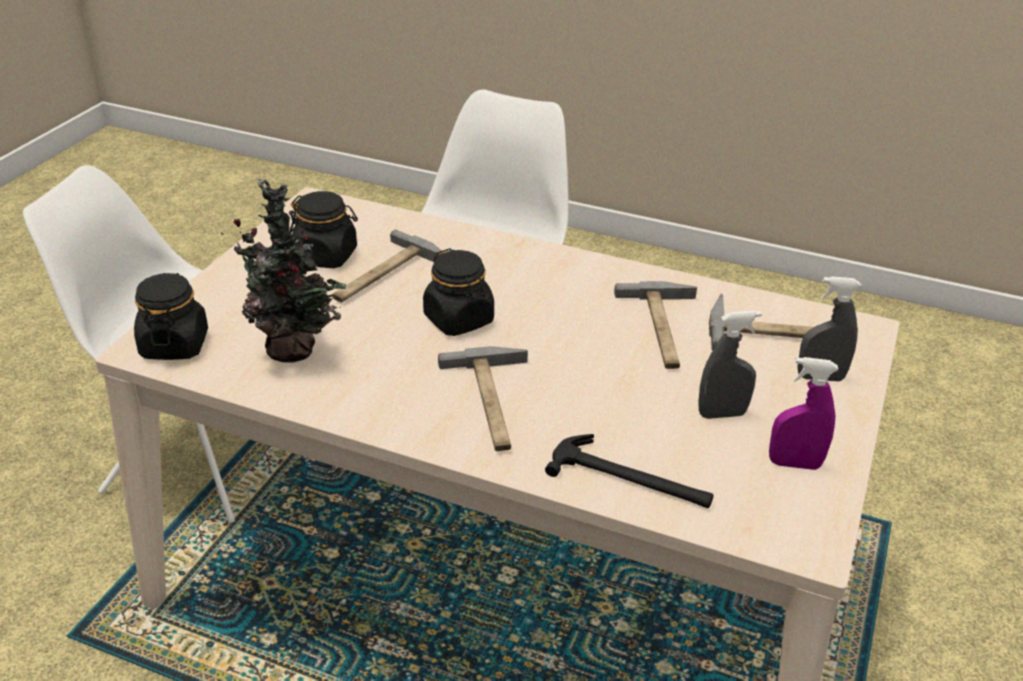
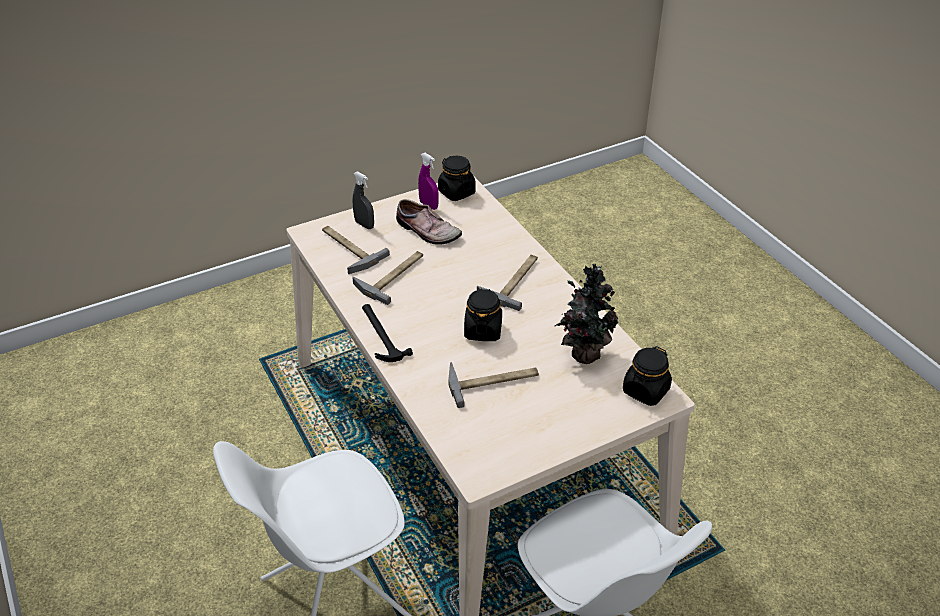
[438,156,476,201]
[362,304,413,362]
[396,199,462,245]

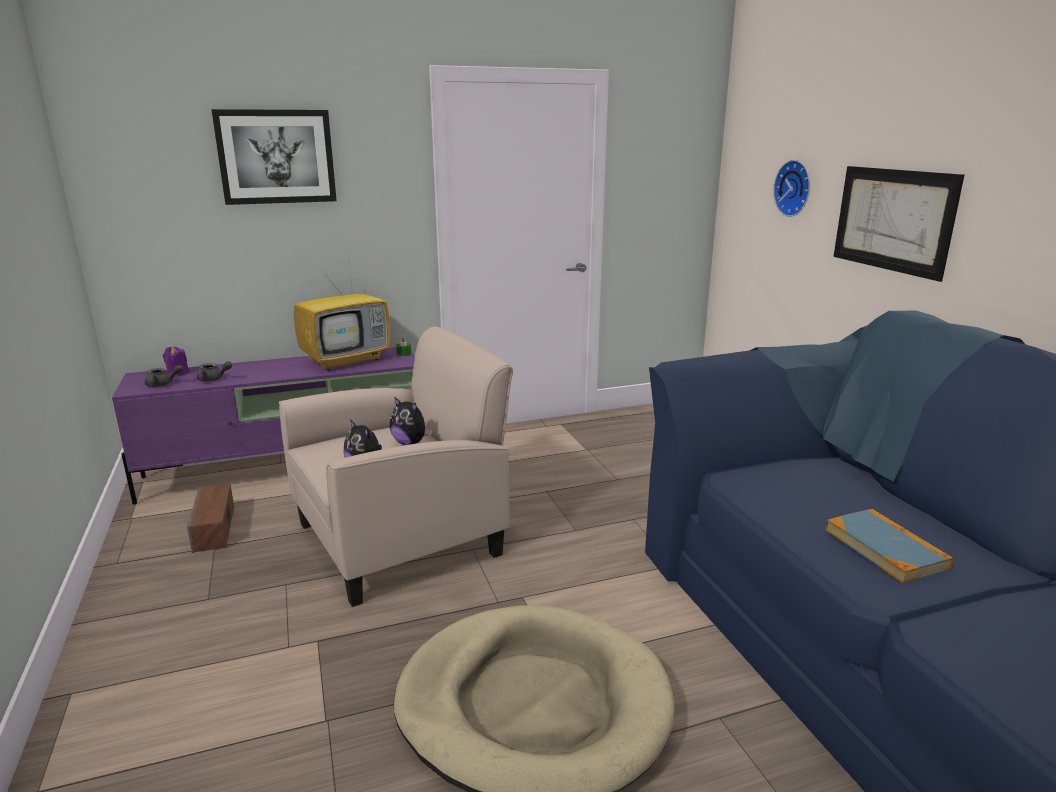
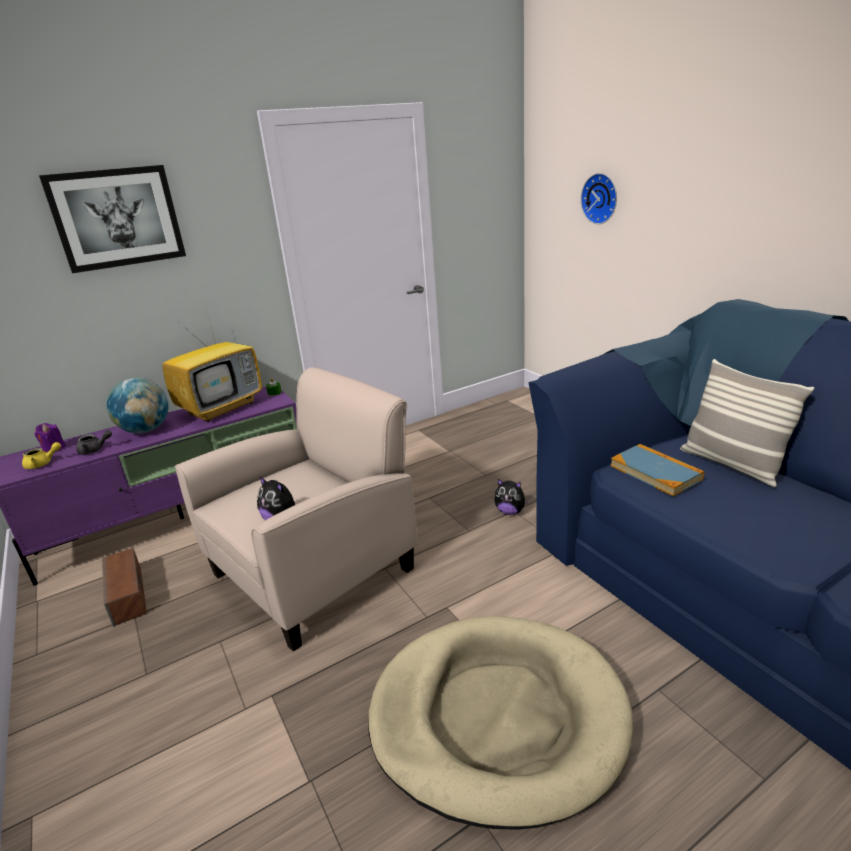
[833,166,964,282] (first image)
[106,378,169,433]
[680,359,814,487]
[494,479,530,515]
[610,444,704,496]
[22,442,61,469]

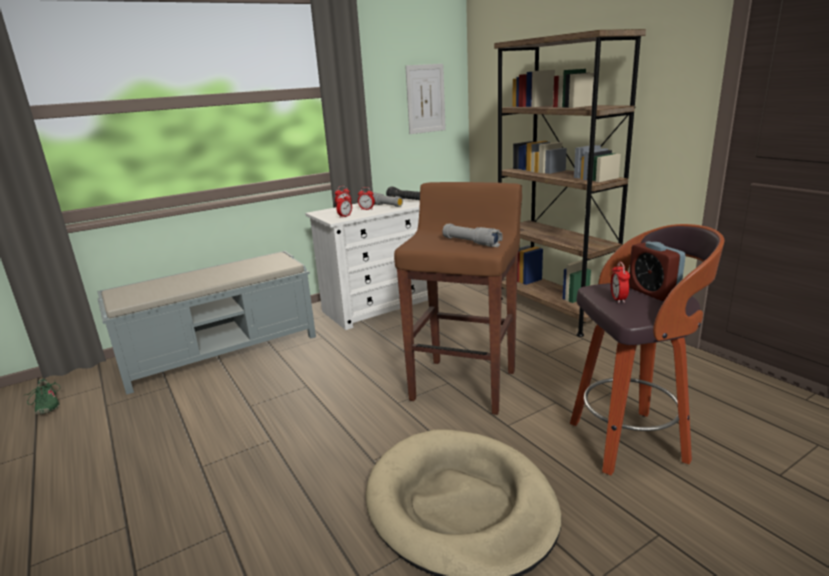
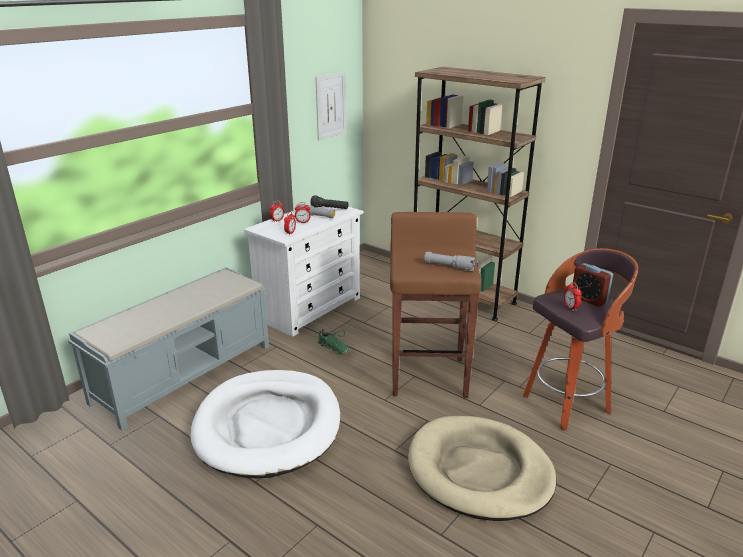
[190,370,340,478]
[318,329,351,355]

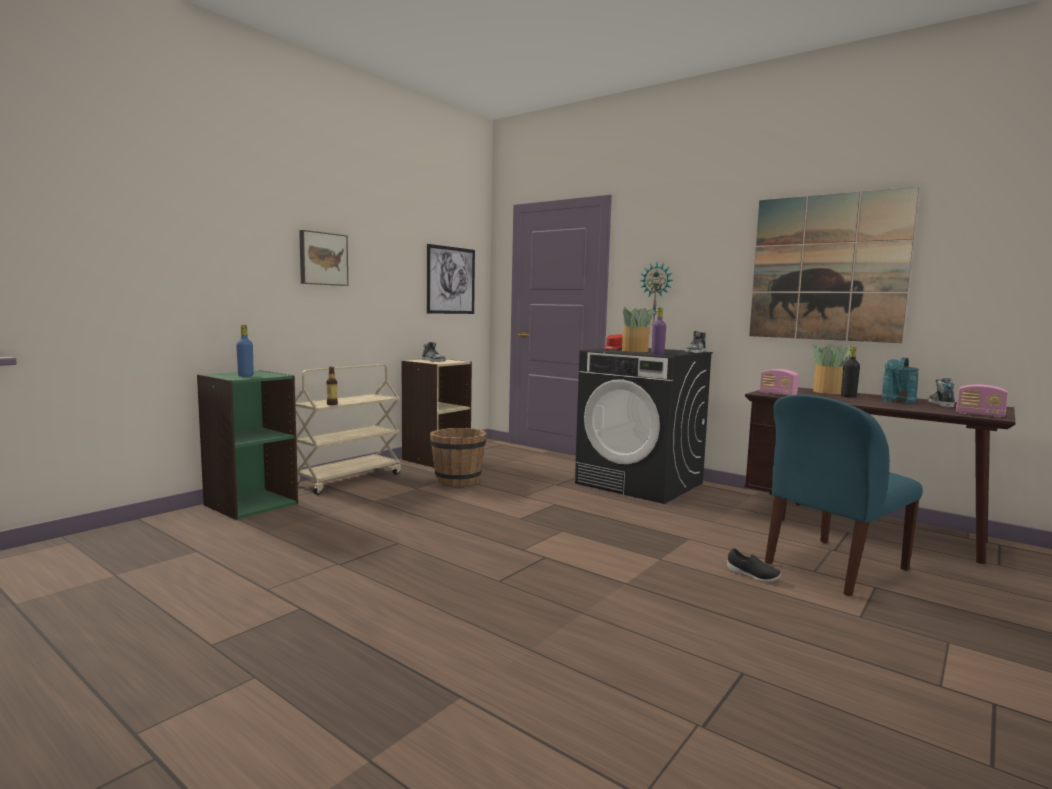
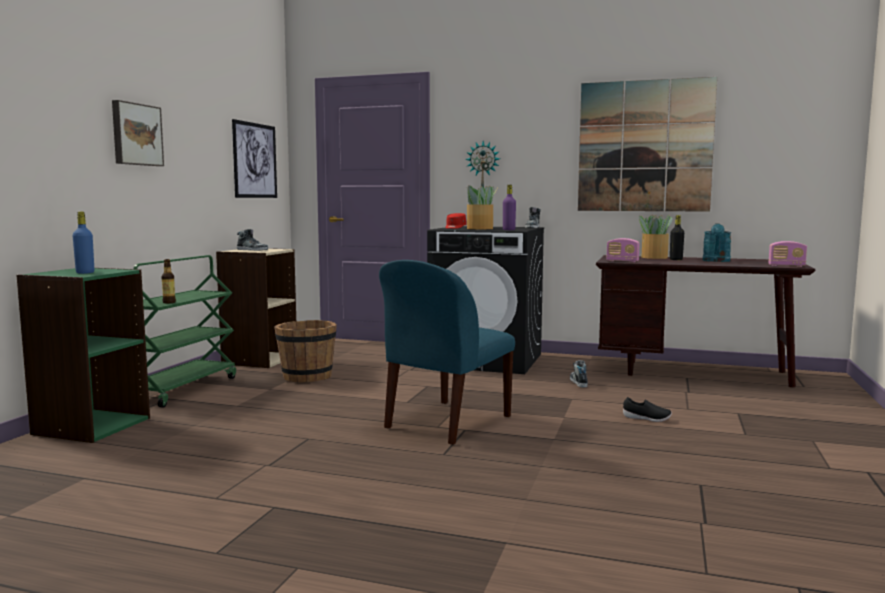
[379,260,515,445]
[570,360,588,388]
[134,255,236,408]

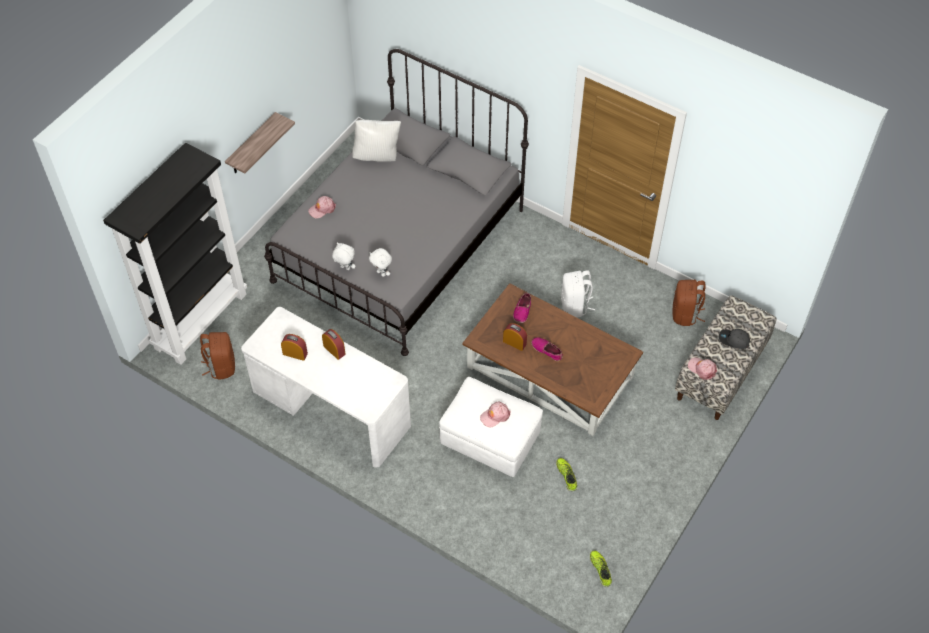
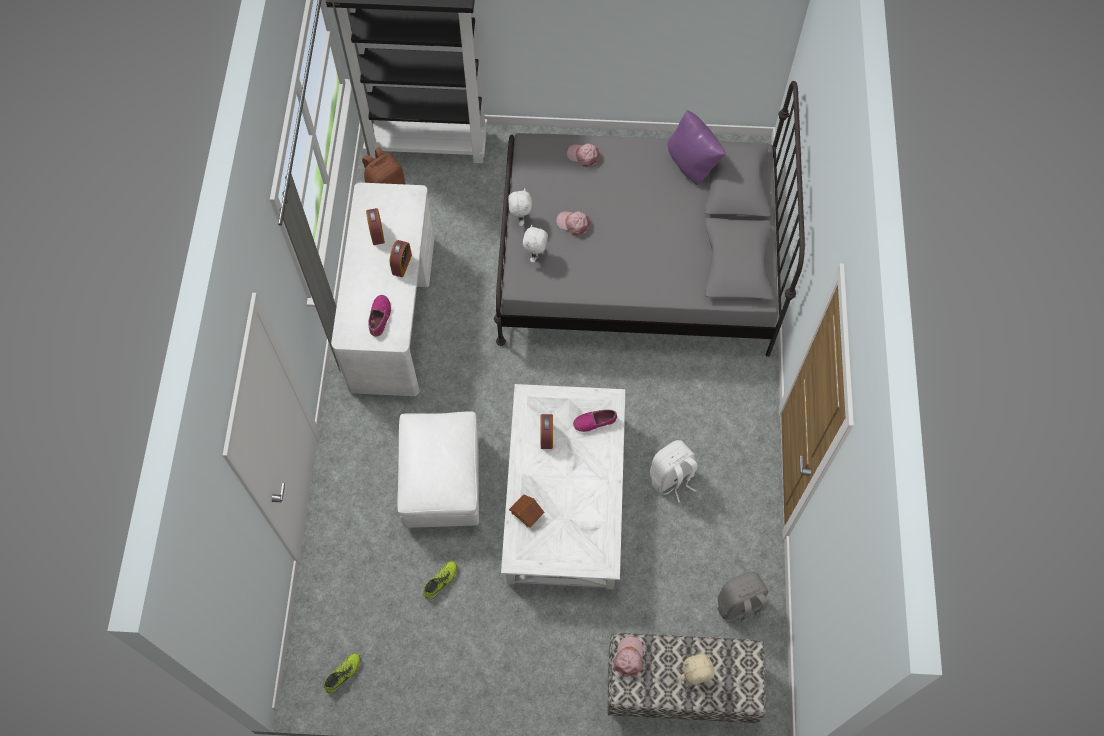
[225,112,295,173] (first image)
[509,494,545,528]
[556,211,590,236]
[368,295,391,337]
[680,654,714,685]
[667,110,726,185]
[501,384,625,590]
[718,572,769,634]

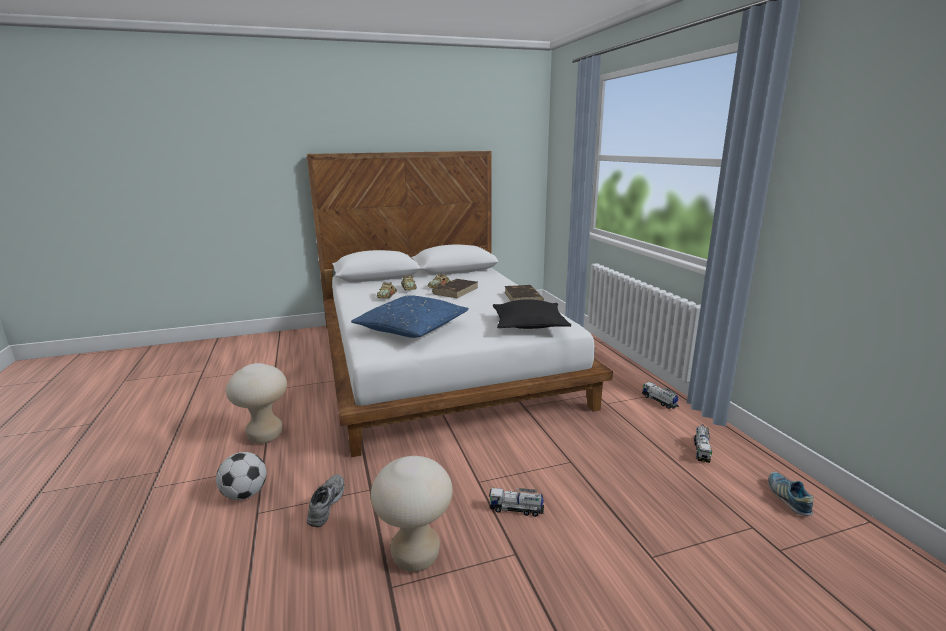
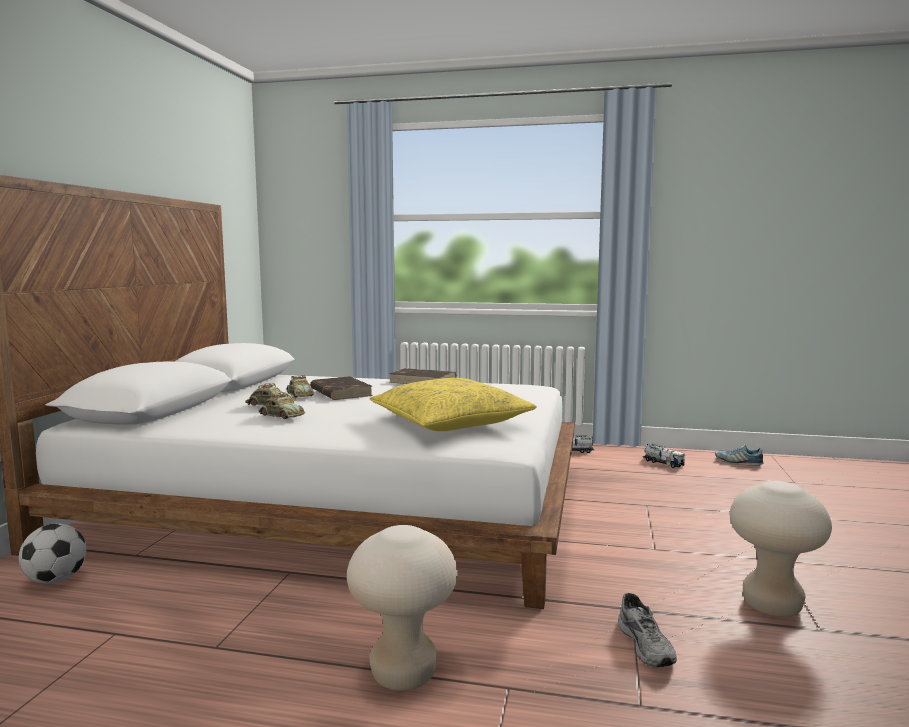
[489,488,544,517] (first image)
[493,299,571,329] (first image)
[19,523,86,584]
[370,378,537,431]
[618,593,677,667]

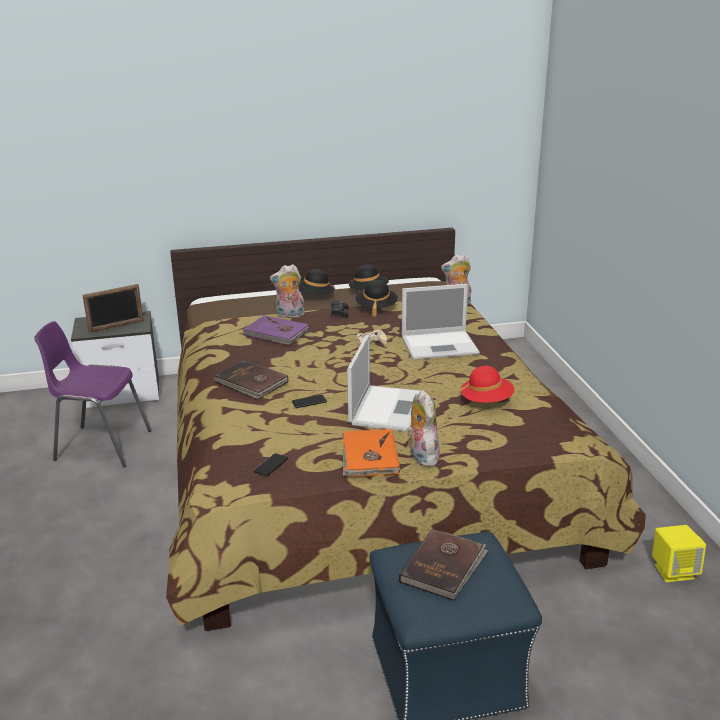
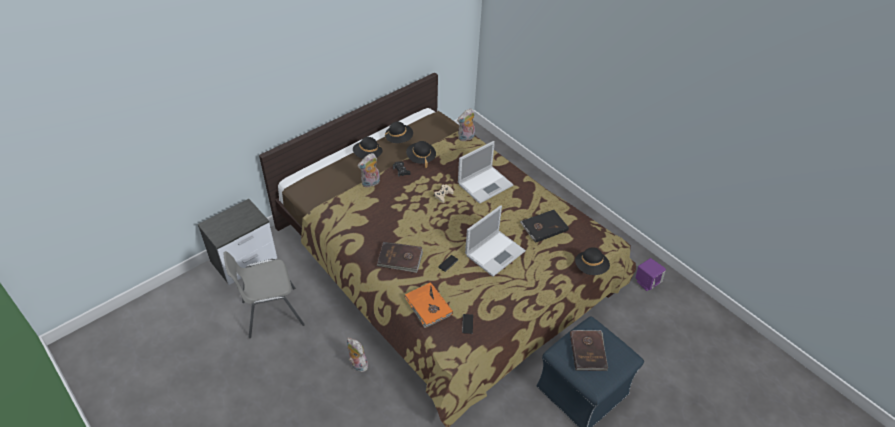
[82,284,144,333] (first image)
[242,315,309,345] (first image)
[575,247,610,275]
[404,282,453,328]
[347,338,368,372]
[520,210,569,243]
[223,251,305,338]
[635,258,666,291]
[465,205,526,277]

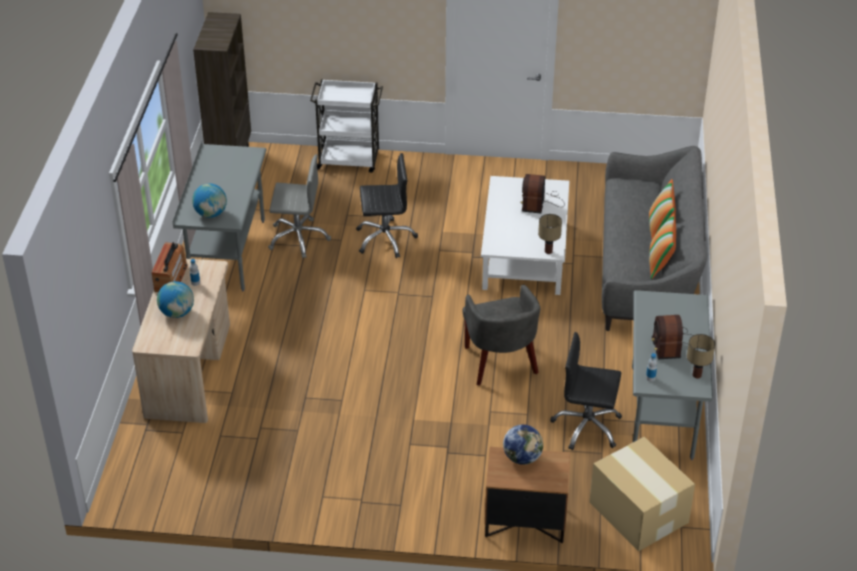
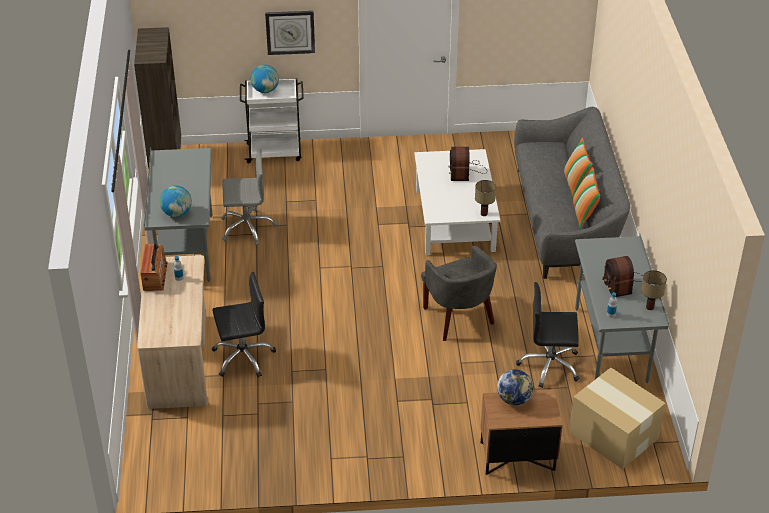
[265,11,315,55]
[251,65,279,93]
[212,272,276,377]

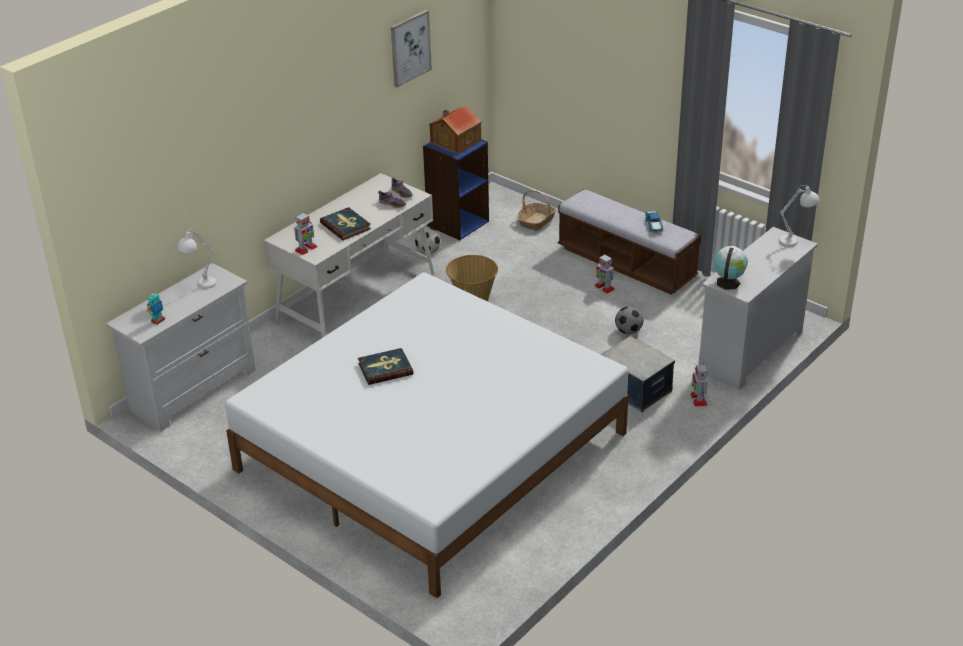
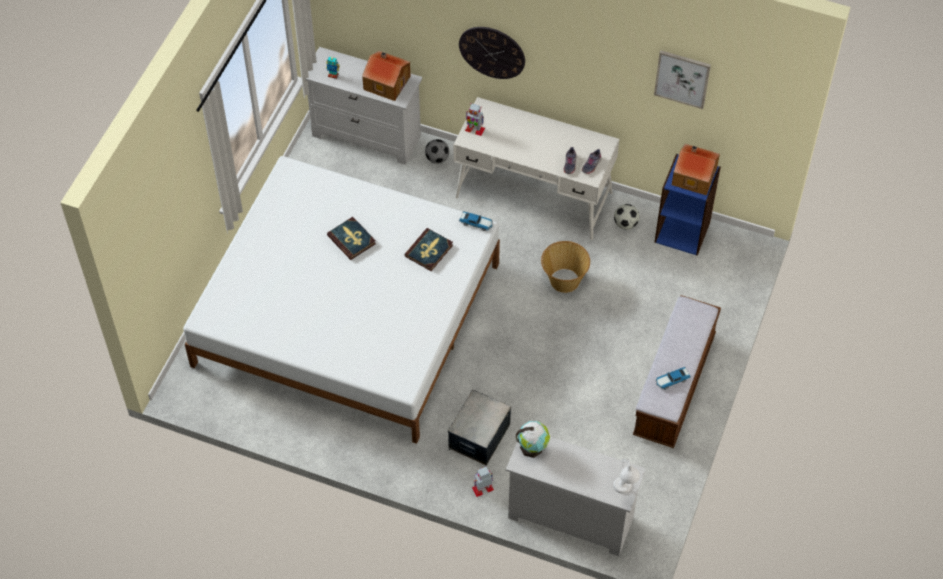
[517,190,557,231] (first image)
[594,254,615,294] (first image)
[459,27,525,79]
[459,211,493,231]
[405,228,453,271]
[425,139,449,164]
[362,51,410,101]

